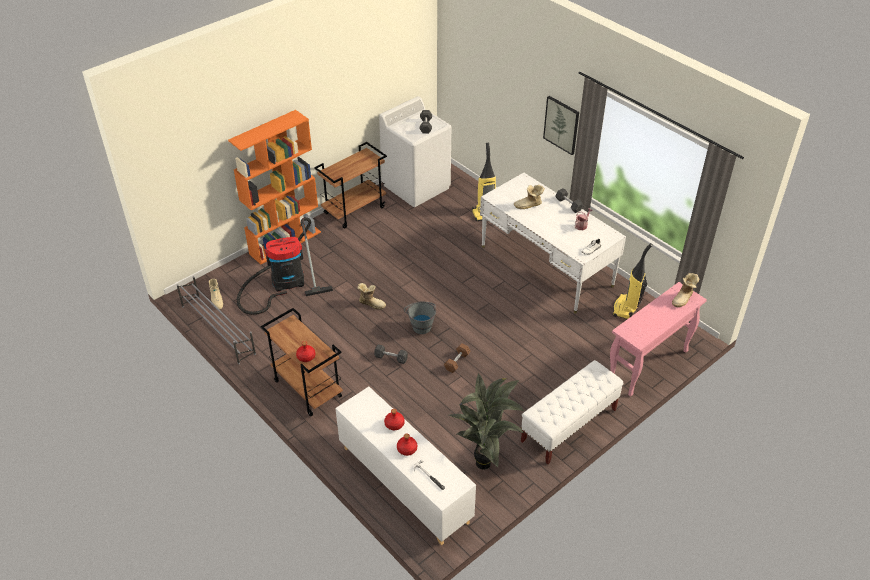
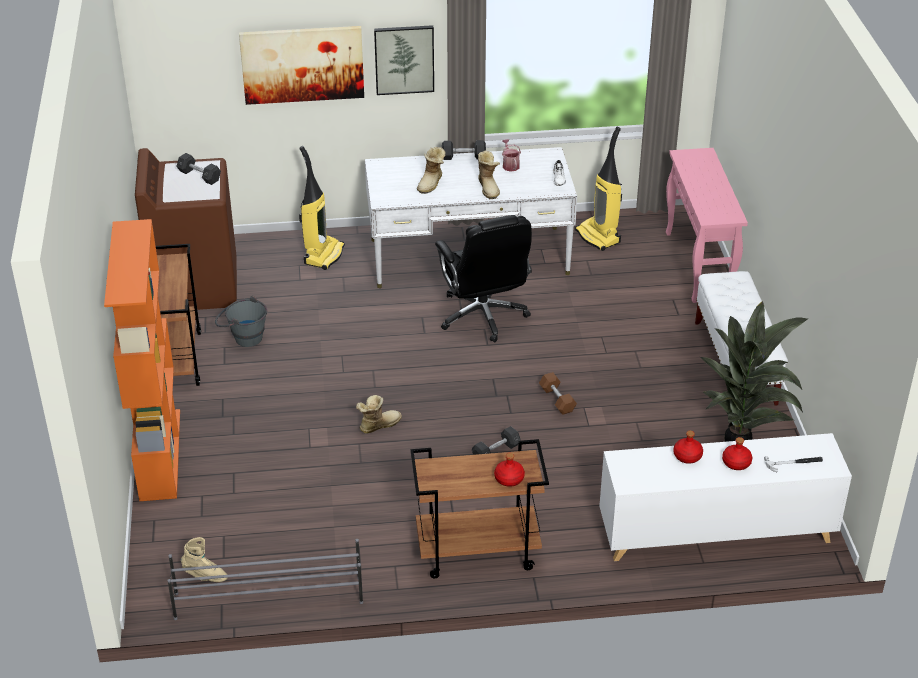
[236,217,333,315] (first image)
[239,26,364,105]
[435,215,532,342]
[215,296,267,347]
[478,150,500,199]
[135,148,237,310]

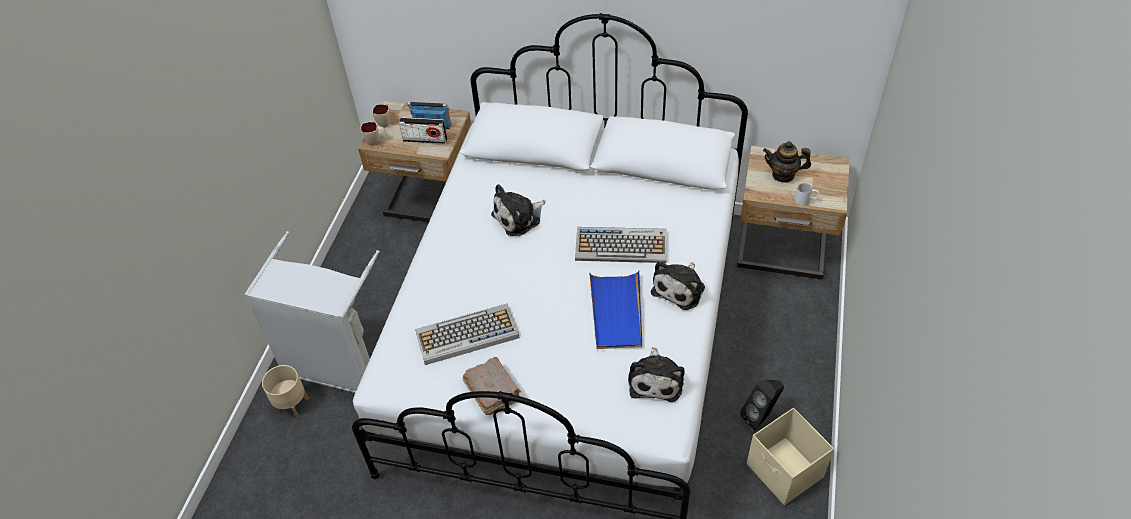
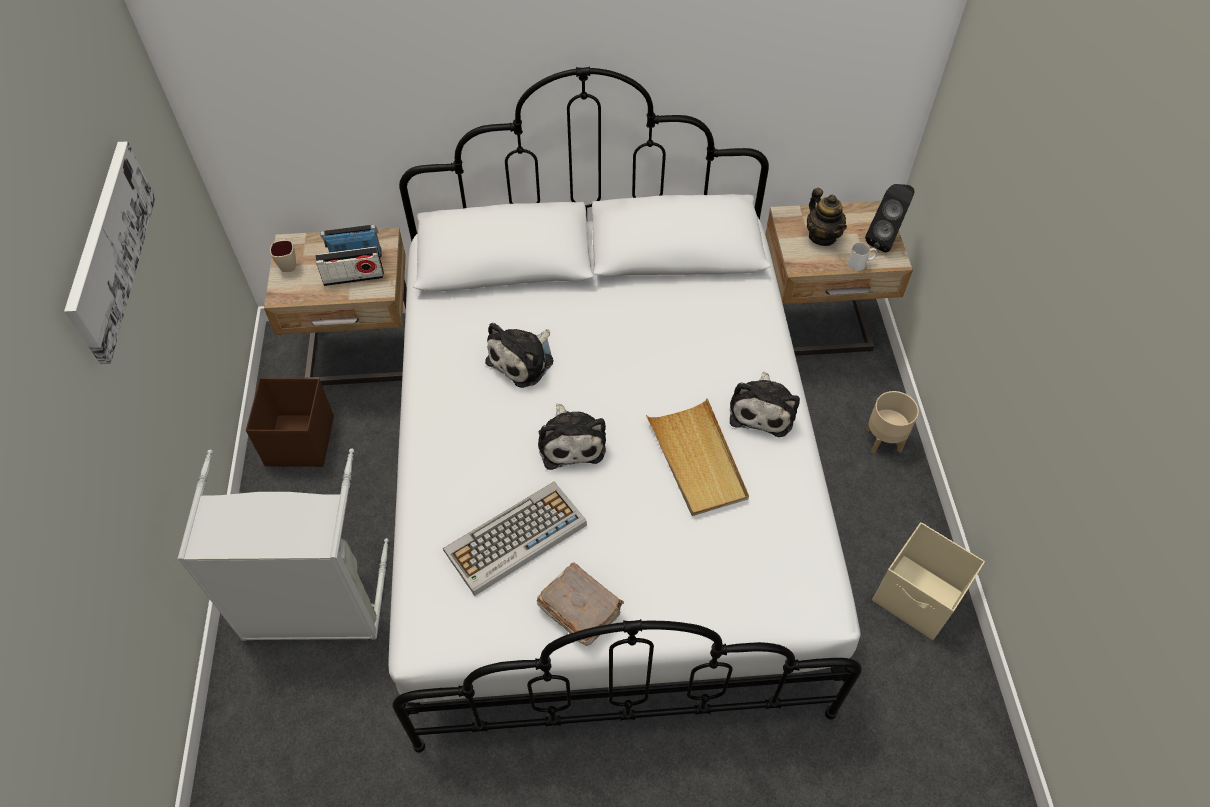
[360,122,386,146] (first image)
[575,227,667,263] (first image)
[64,141,156,364]
[246,378,334,467]
[866,391,919,454]
[538,404,606,470]
[865,184,915,252]
[646,398,749,516]
[807,188,847,246]

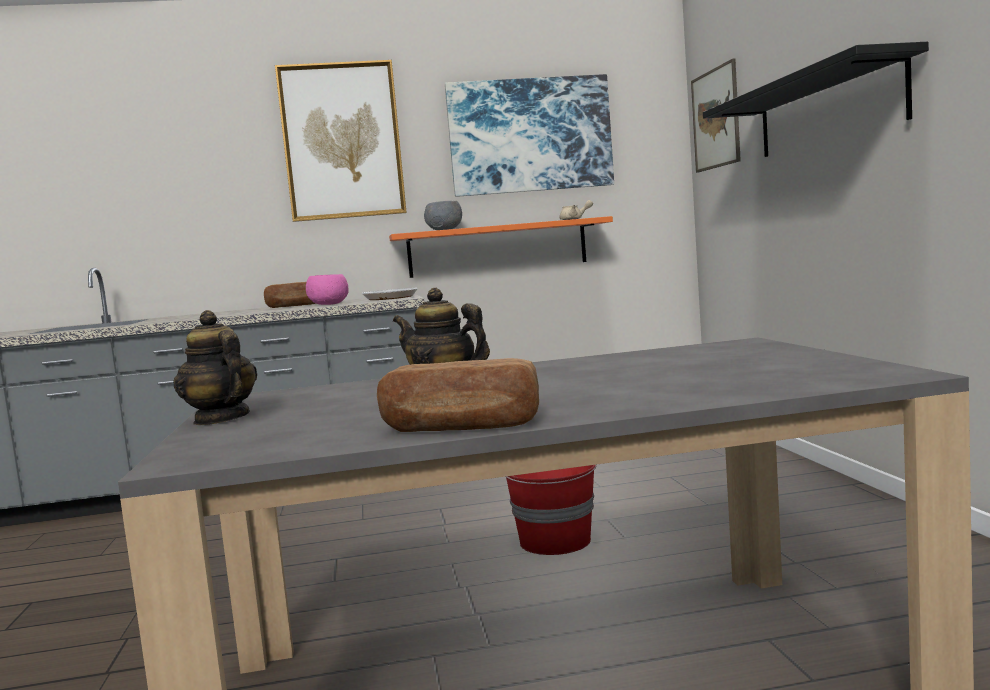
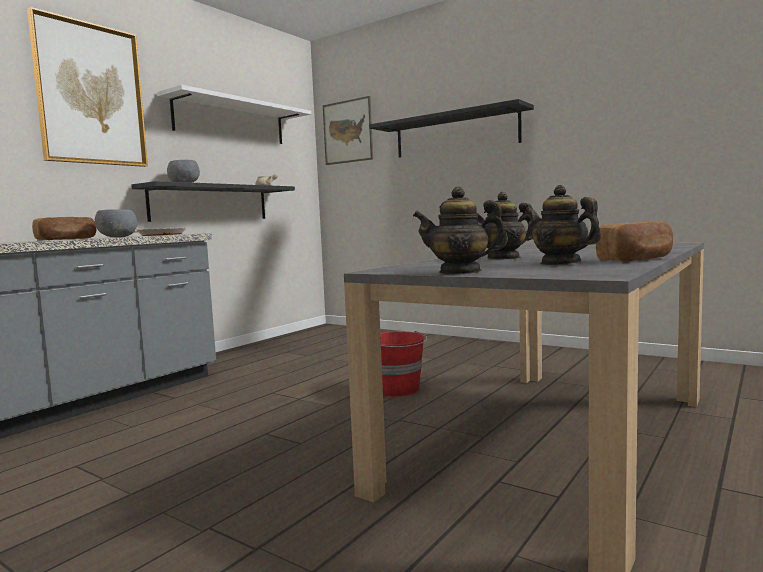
[525,185,601,265]
[157,85,311,144]
[95,209,137,237]
[131,181,295,222]

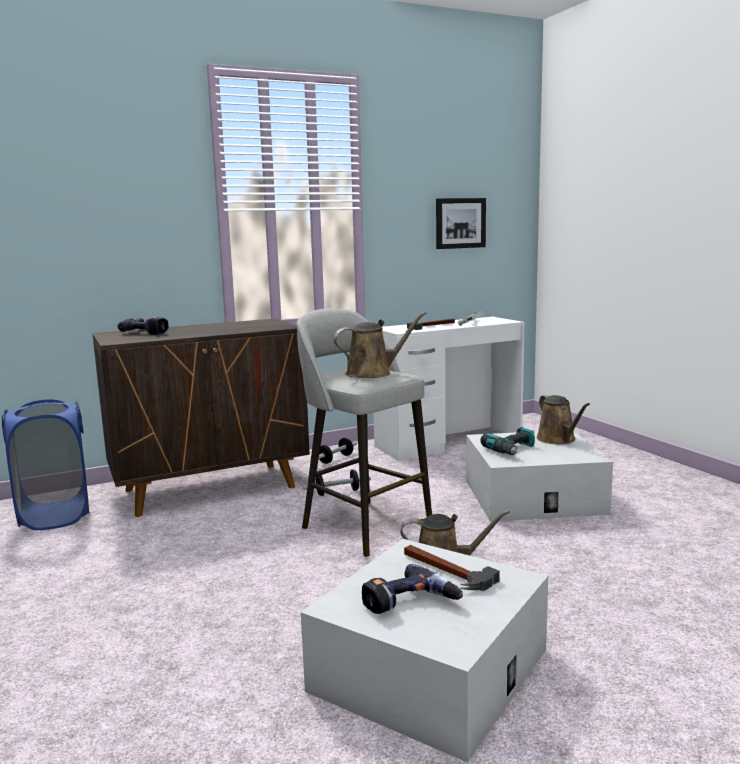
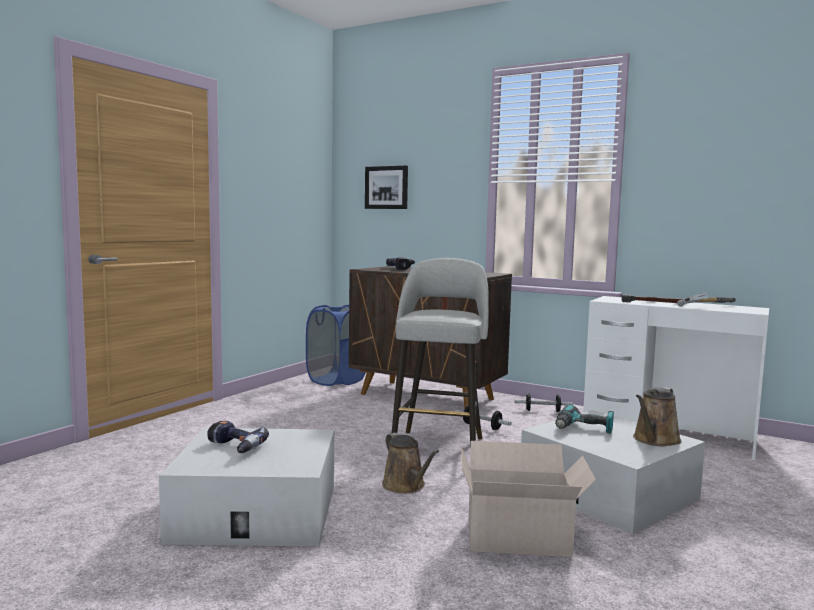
[334,312,427,378] (first image)
[404,545,500,591] (first image)
[461,441,596,557]
[365,166,408,209]

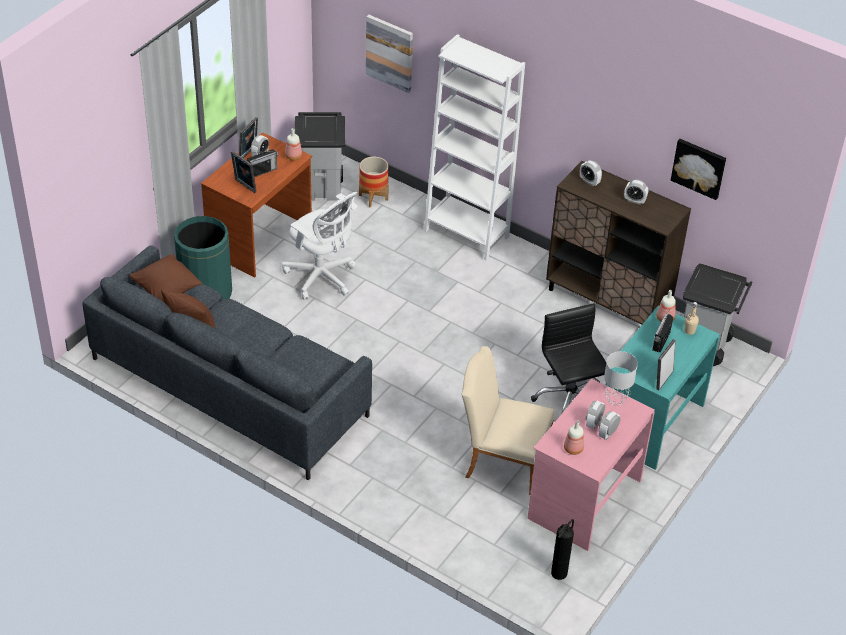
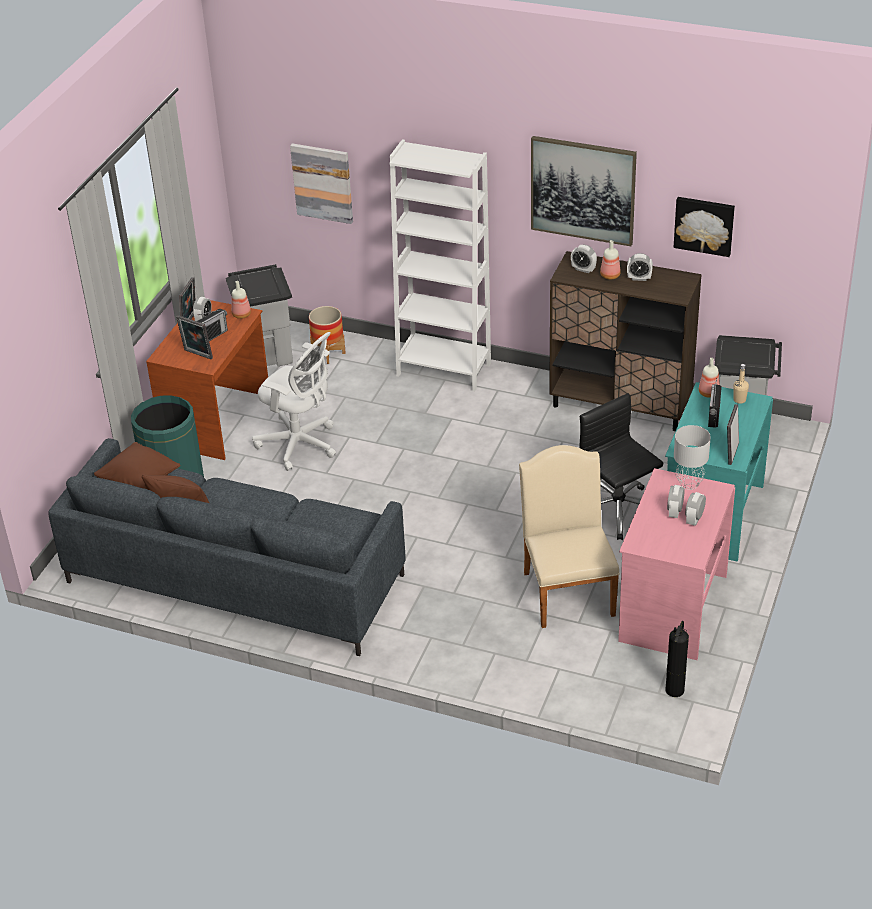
[531,136,637,246]
[600,240,621,280]
[519,445,620,628]

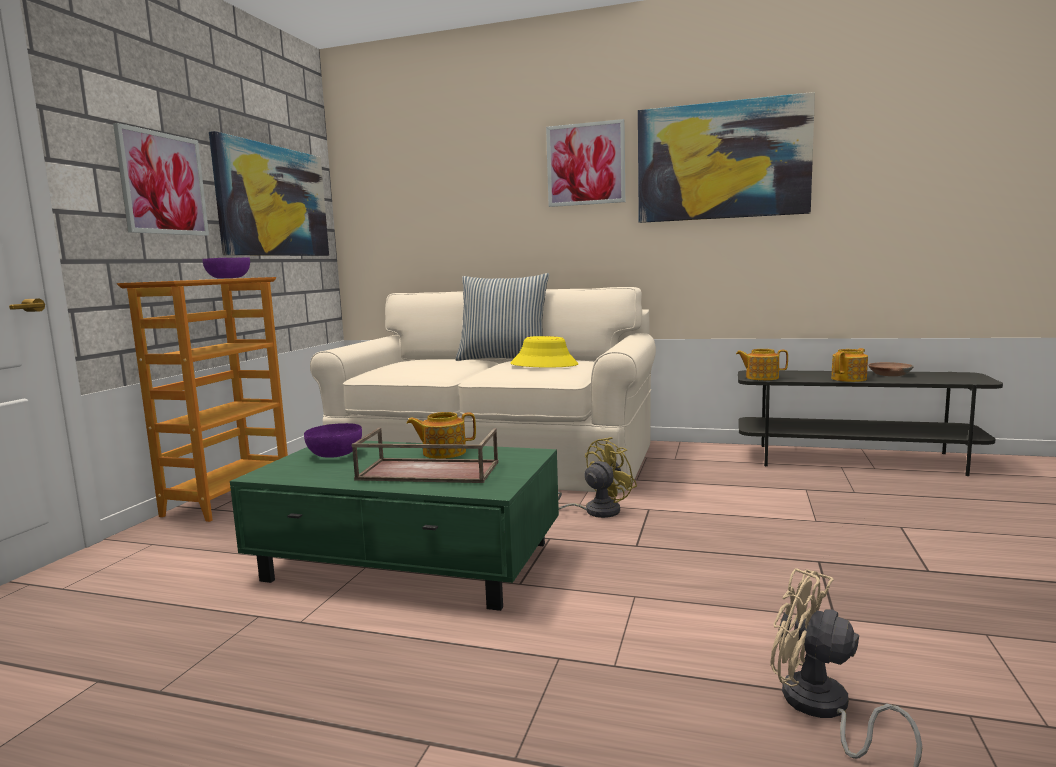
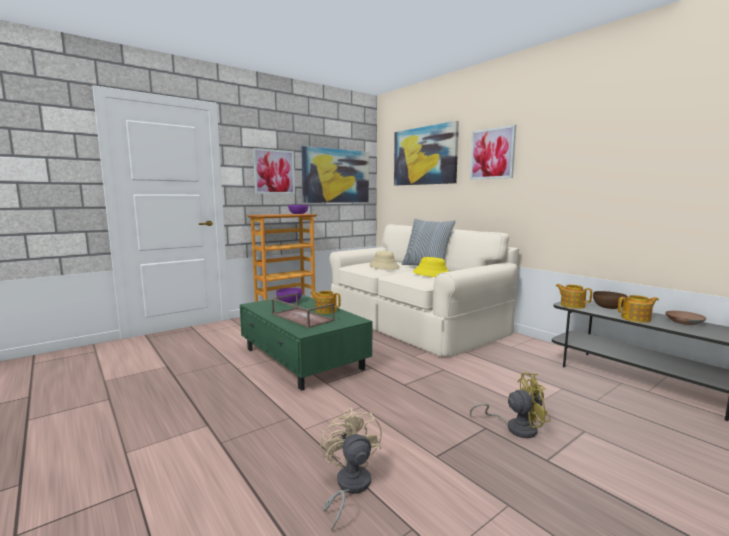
[369,251,399,270]
[593,291,628,309]
[470,372,551,438]
[394,121,459,185]

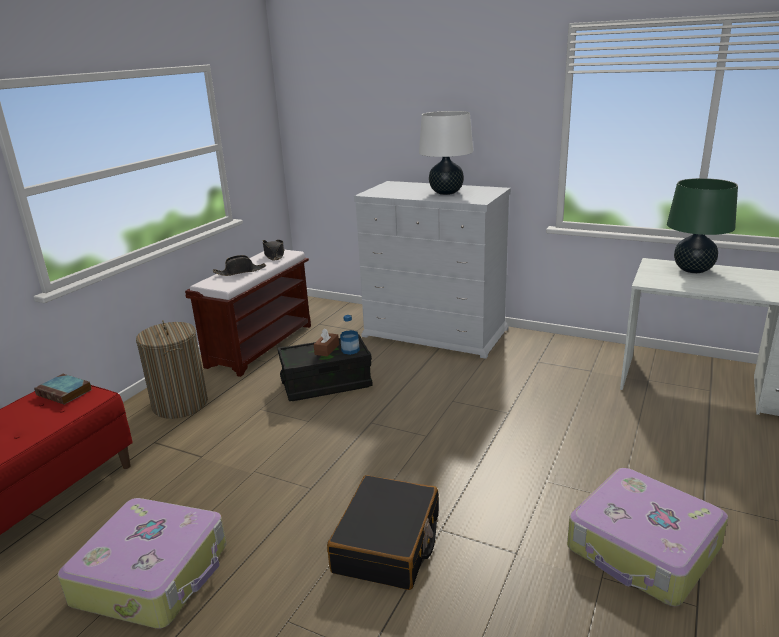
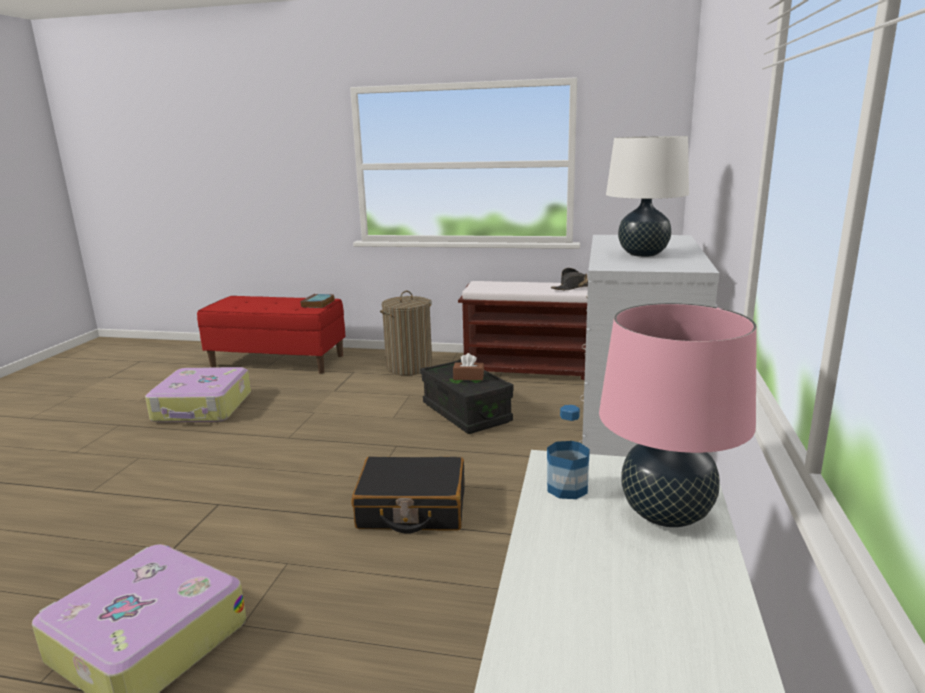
[213,255,266,276] (first image)
[352,457,465,534]
[547,405,590,499]
[599,303,757,527]

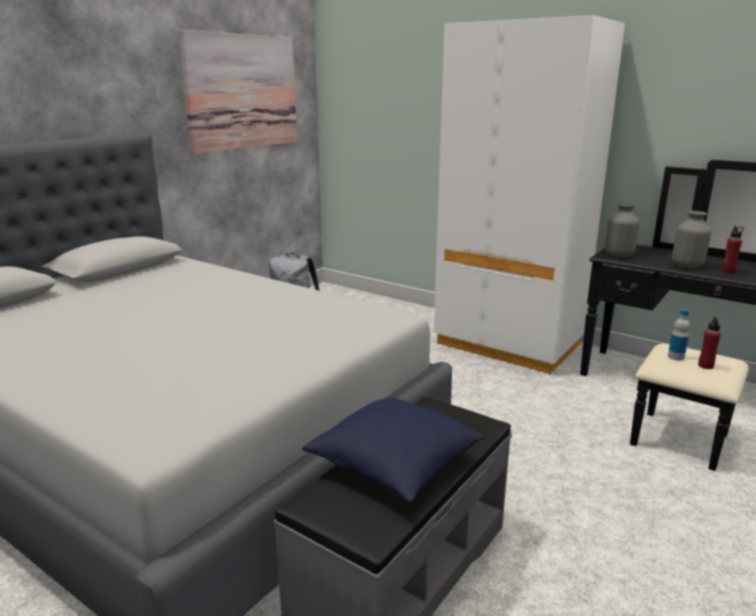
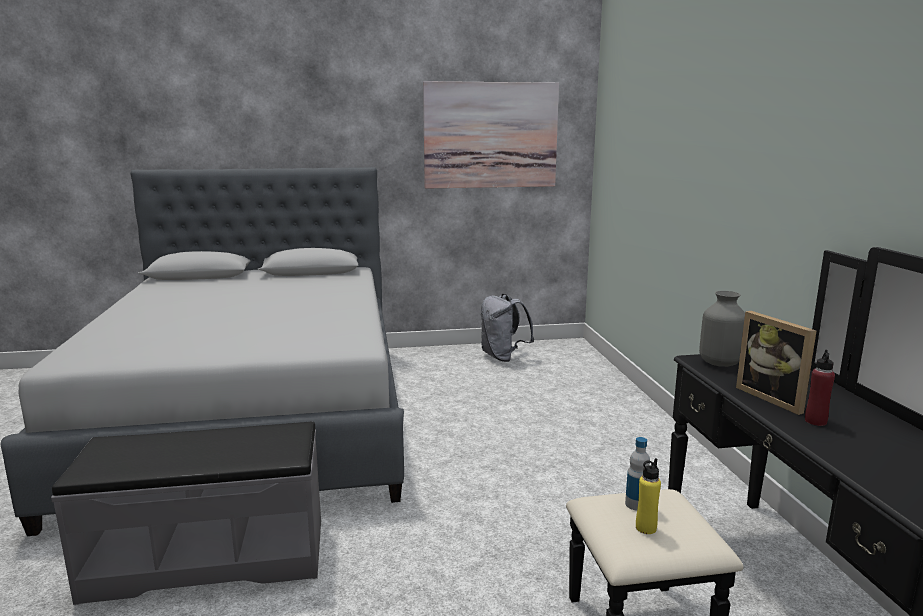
[302,397,485,502] (first image)
[434,15,625,374] (first image)
[736,311,817,415]
[636,458,661,534]

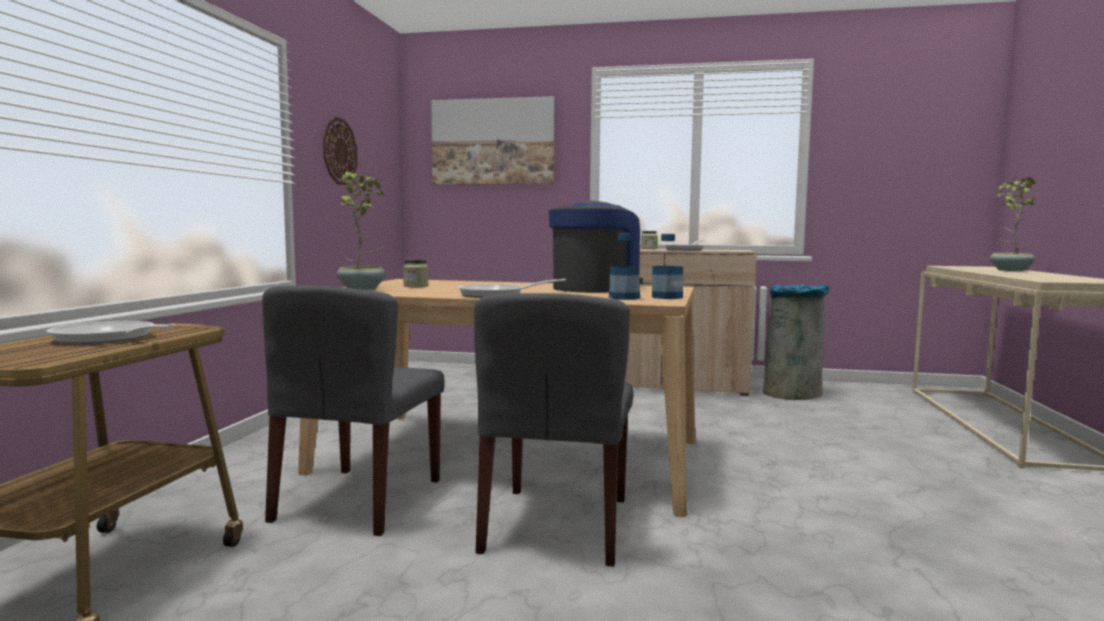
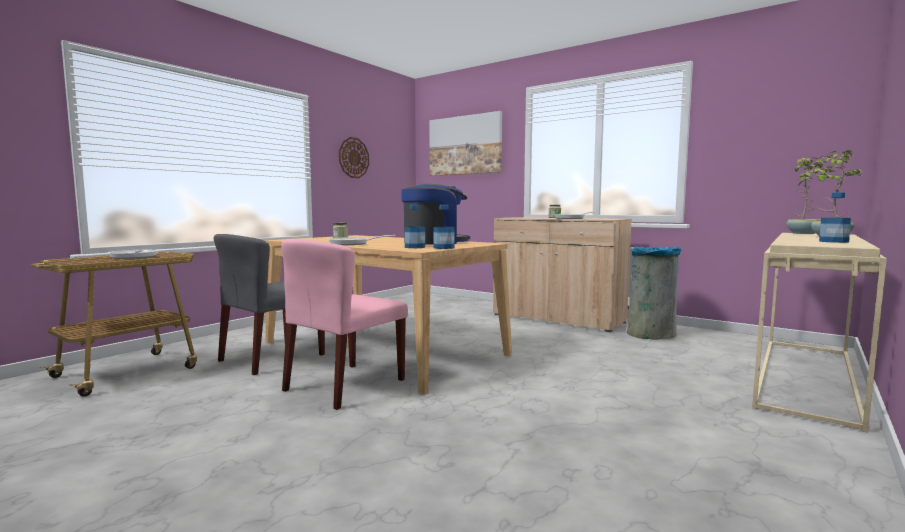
[819,192,851,243]
[786,158,835,234]
[281,239,408,410]

